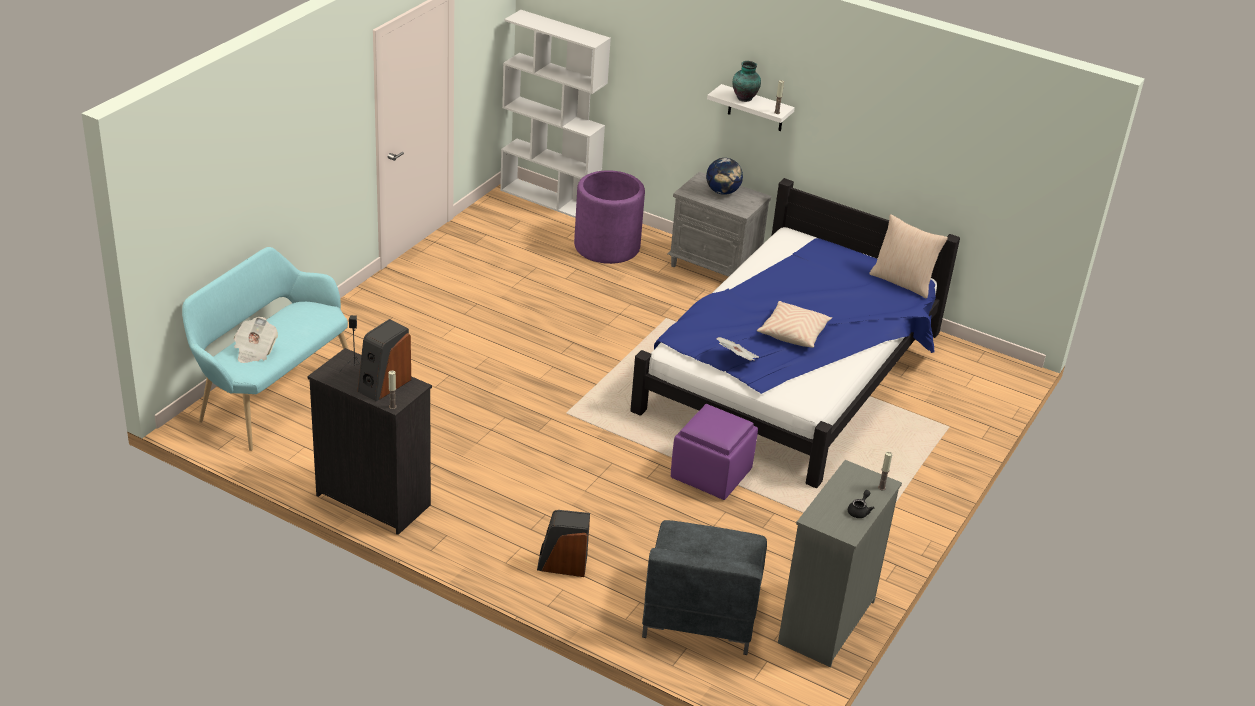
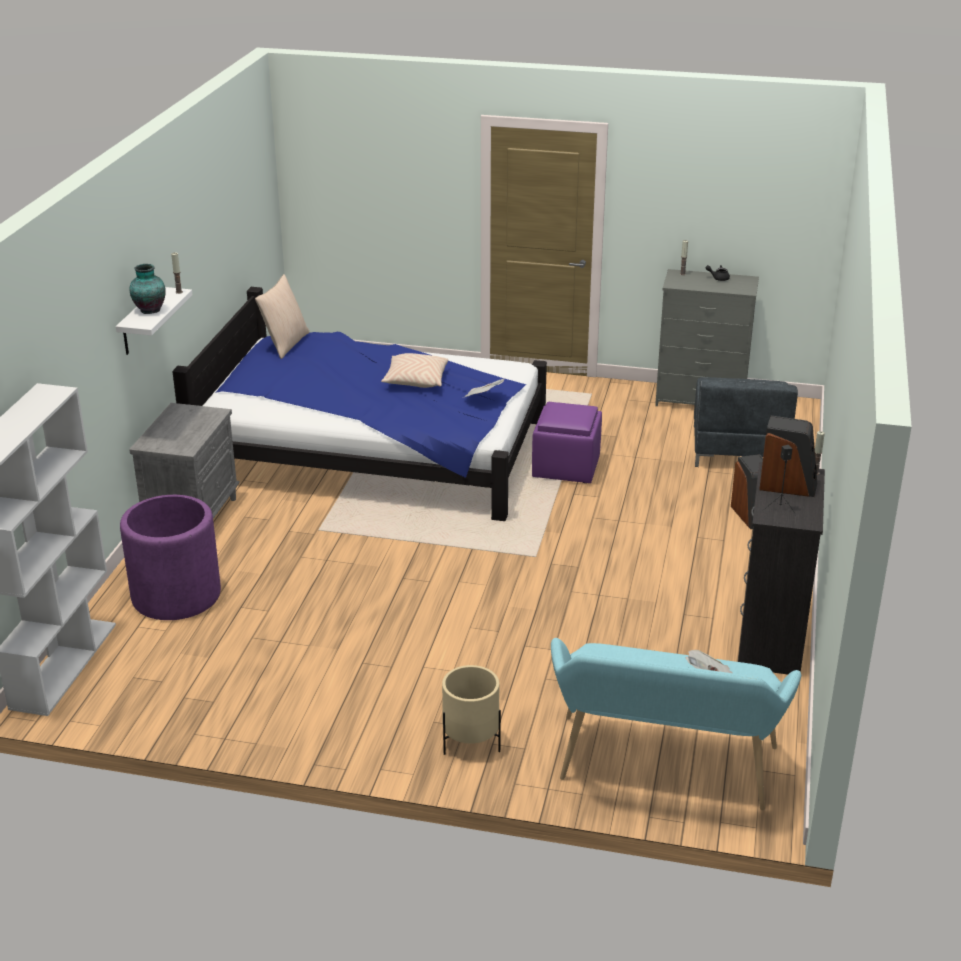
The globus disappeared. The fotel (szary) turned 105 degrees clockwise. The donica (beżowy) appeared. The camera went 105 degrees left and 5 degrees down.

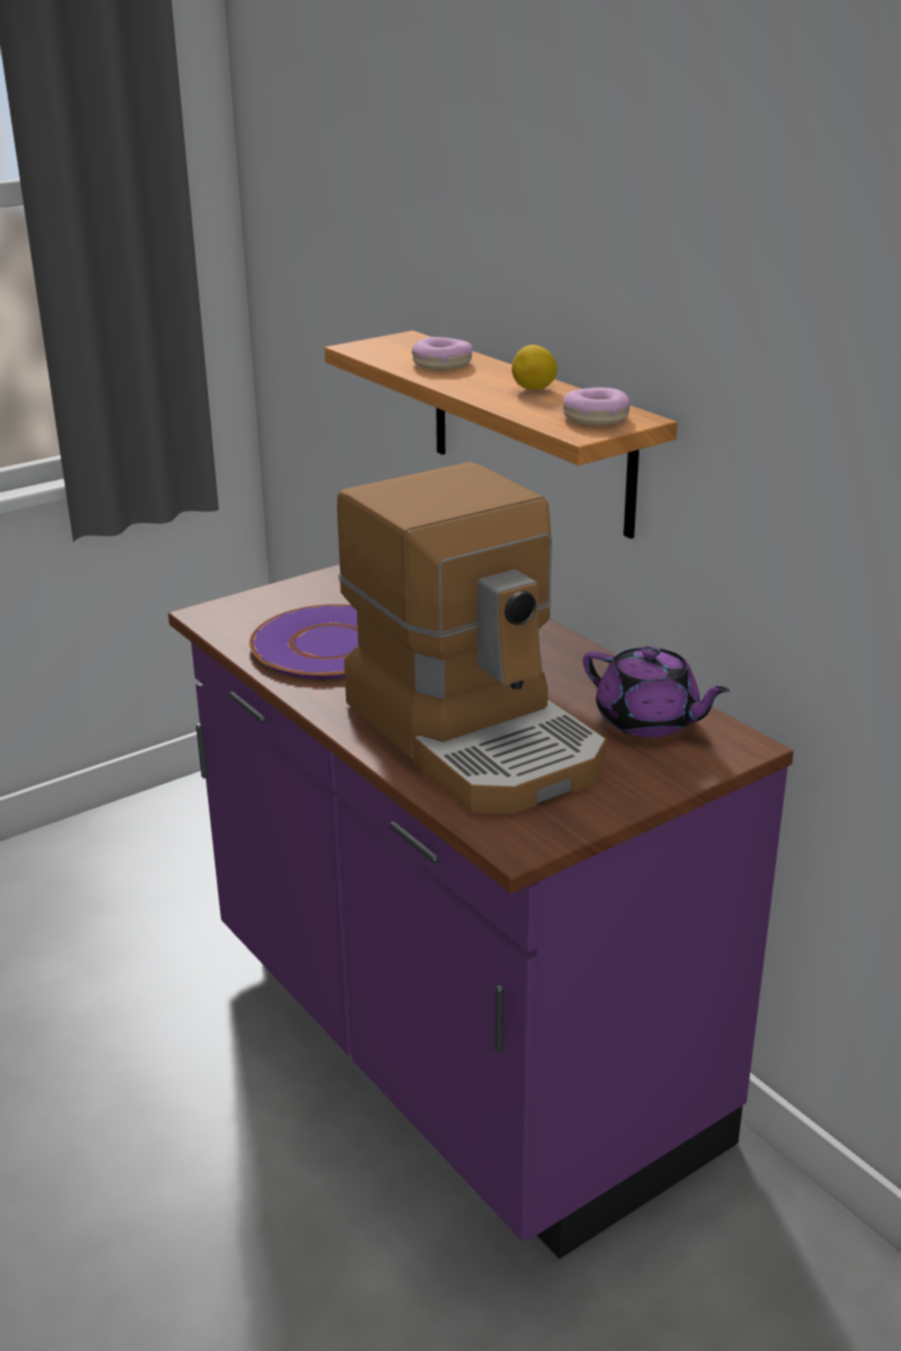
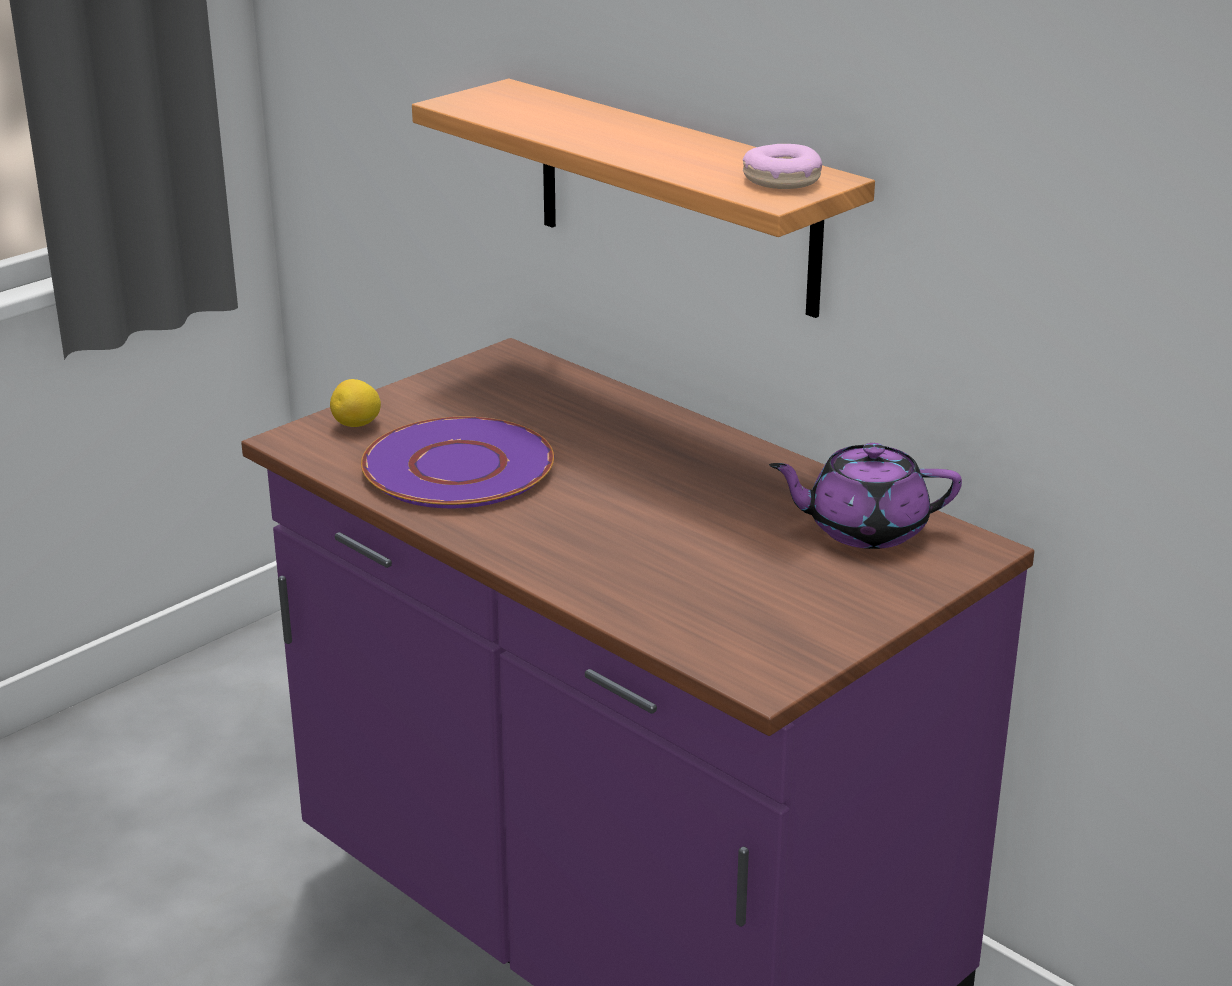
The donut (no. 1 from left) disappeared. The cytryna moved. The ekspres do kawy disappeared. The imbryk (fioletowy) turned 150 degrees clockwise. The camera went 10 degrees left and 0 degrees up.

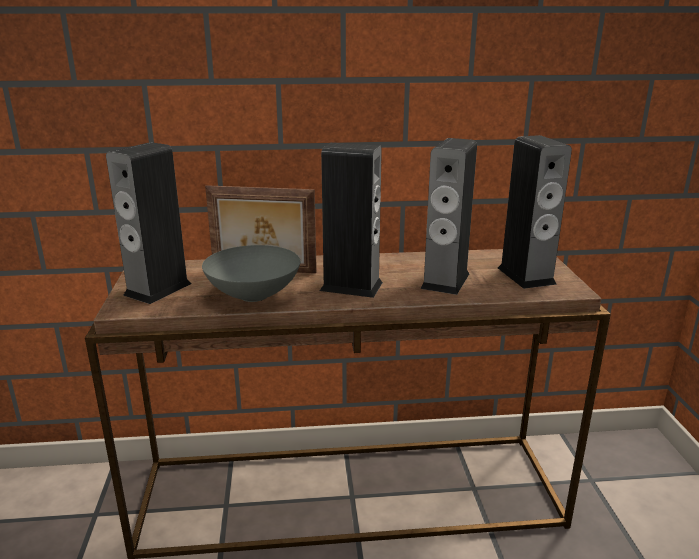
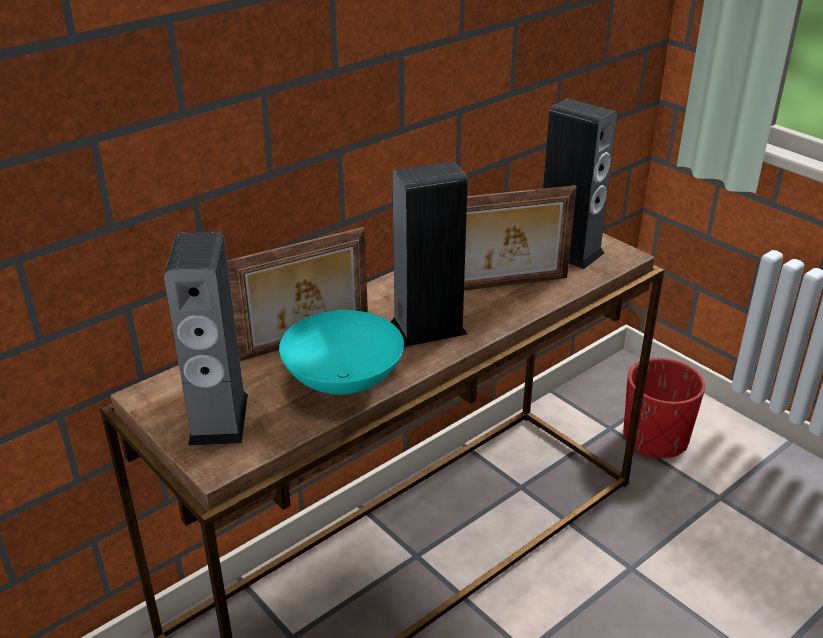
The głośnik (no. 3 from left) was replaced by the ramka na zdjęcie (no. 2 from left). The miska (szary) became the miska (turkusowy). The donica (czerwony) appeared. The camera went 35 degrees left and 10 degrees up.

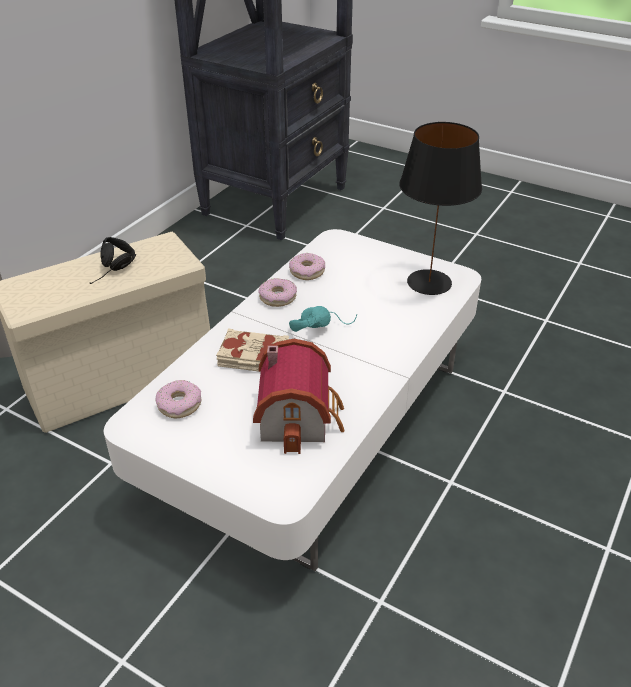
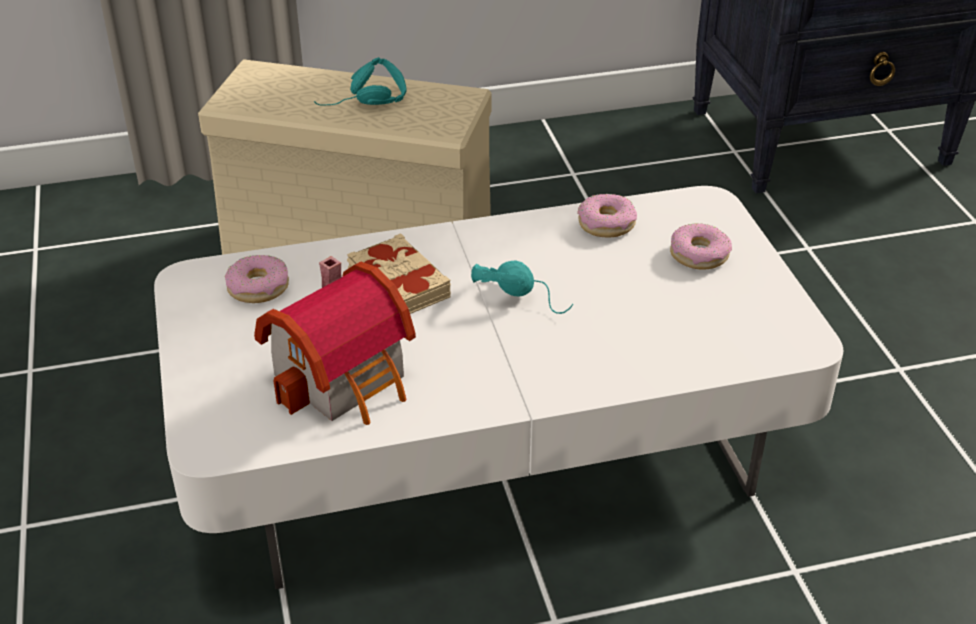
The lampa stołowa (czarny) disappeared. The słuchawki (czarny) became the słuchawki (turkusowy) (no. 1 from left). The donut (no. 2 from left in the first image) moved. The camera went 45 degrees right and 0 degrees up.

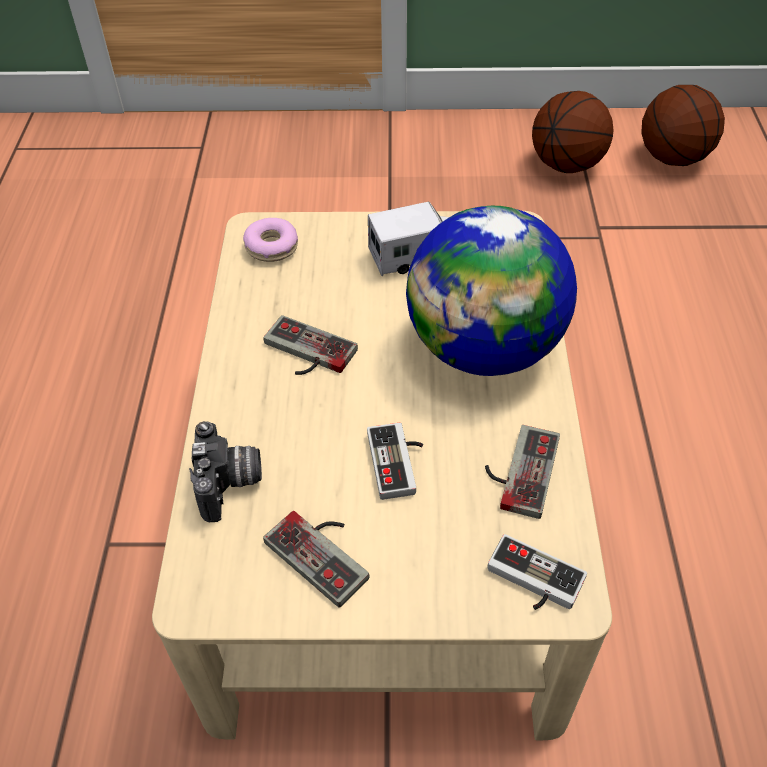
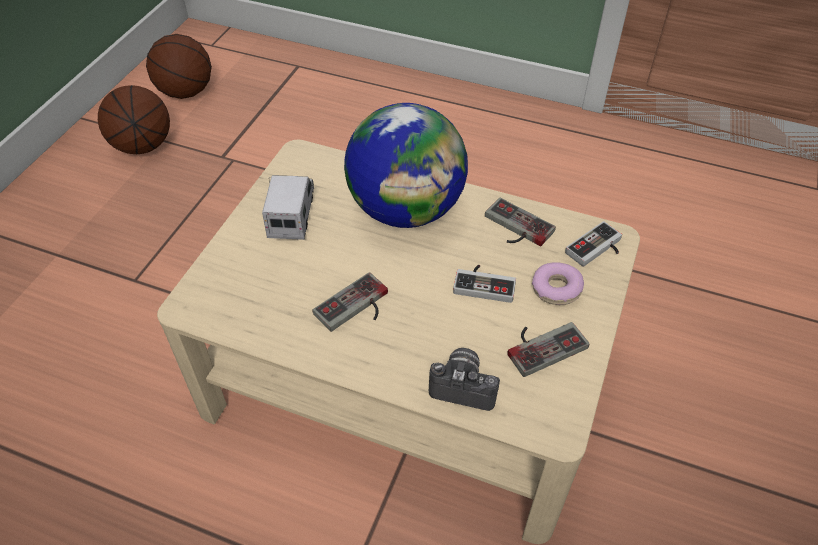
The donut moved. The camera went 70 degrees left and 0 degrees up.

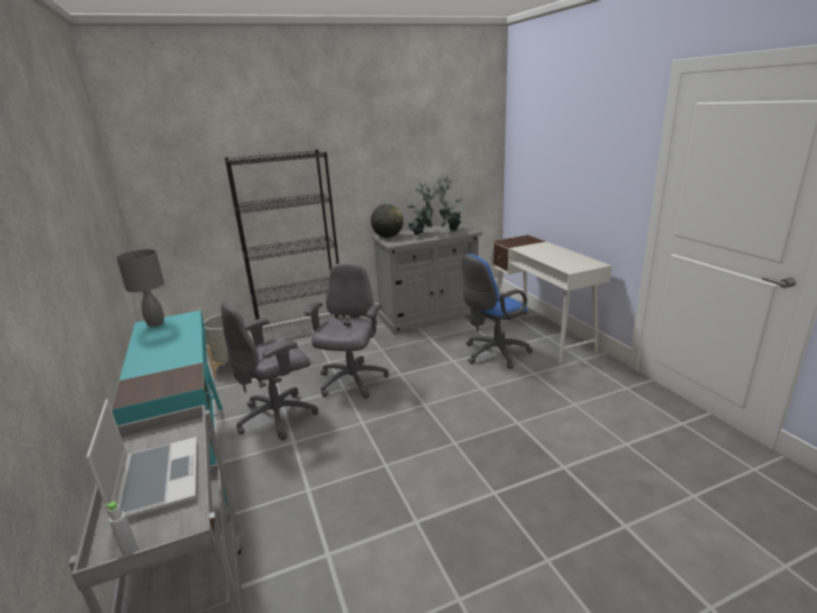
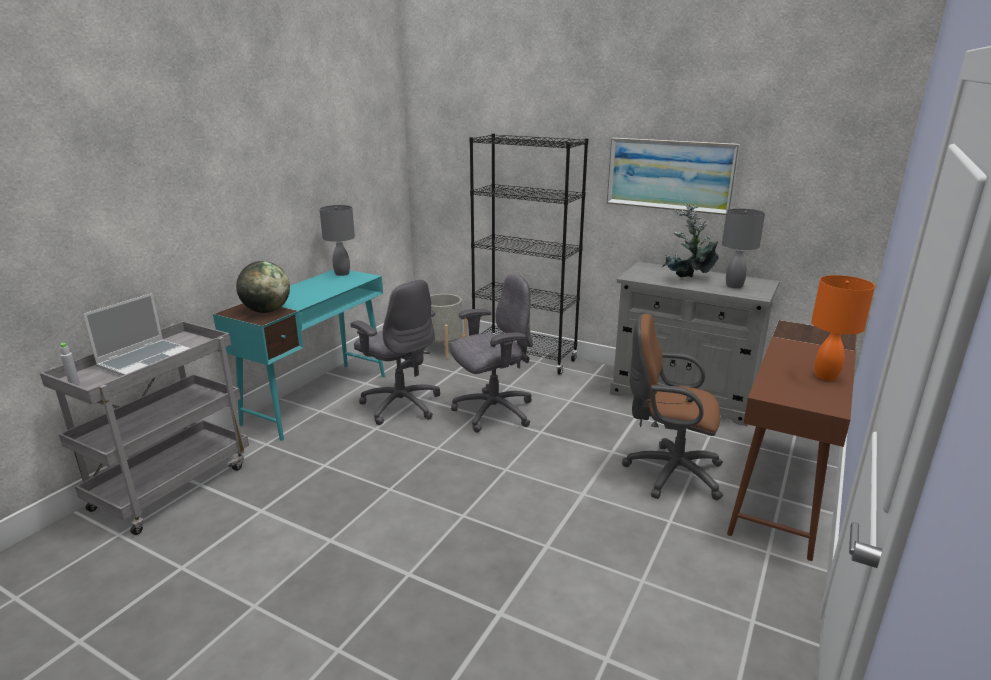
The roślina doniczkowa (no. 2 from left) was replaced by the lampa stołowa (szary) (no. 2 from left). The globus moved. The biurko (biały) became the biurko (brązowy). The krzesło biurowe (niebieski) became the krzesło biurowe (brązowy). The krzesło biurowe (szary) (no. 1 from left) turned 150 degrees counterclockwise. The obraz appeared. The lampa stołowa (pomarańczowy) appeared. The camera went 50 degrees right and 0 degrees up.

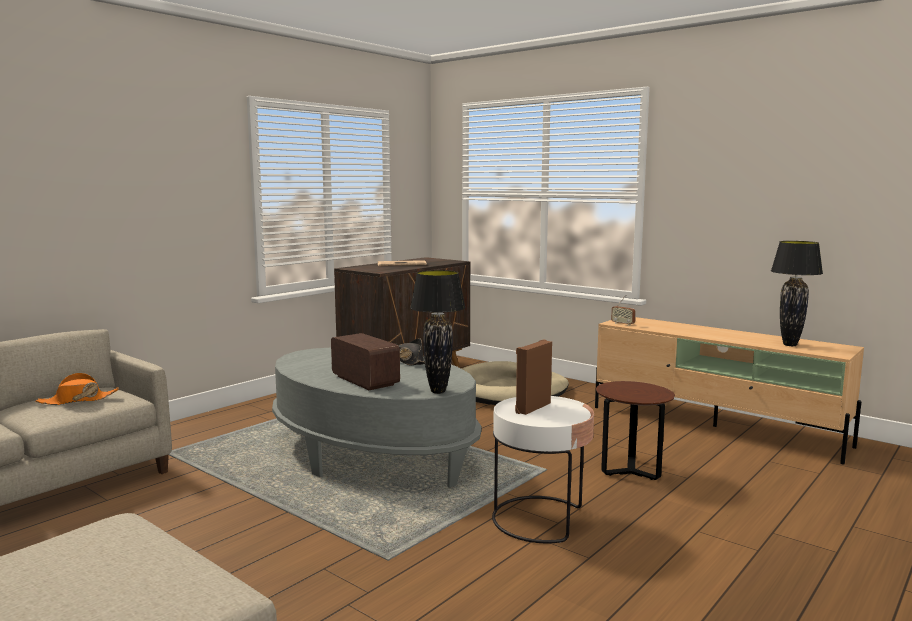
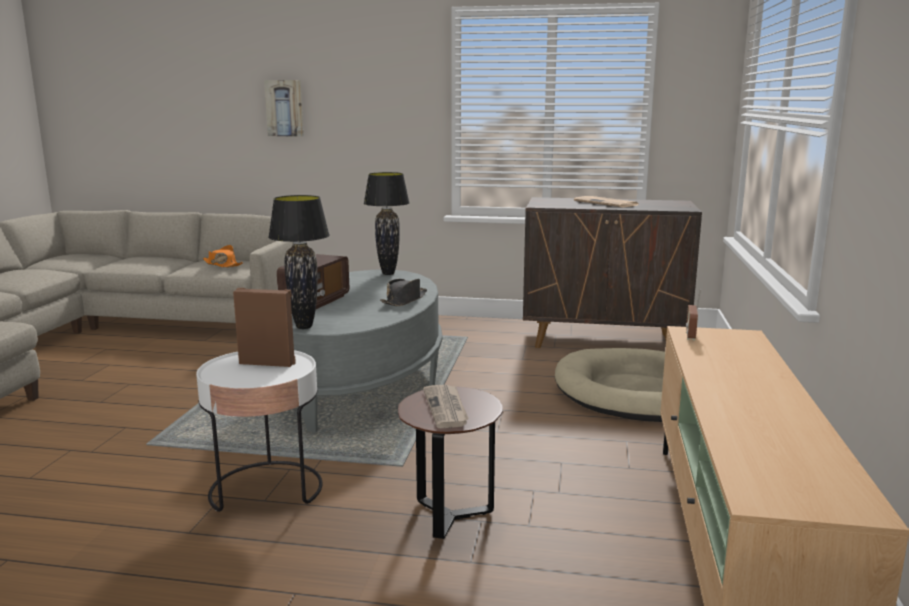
The lampa stołowa (czarny) (no. 2 from left) moved. The obraz appeared. The gazeta (no. 1 from left) appeared. The camera went 60 degrees right and 5 degrees up.

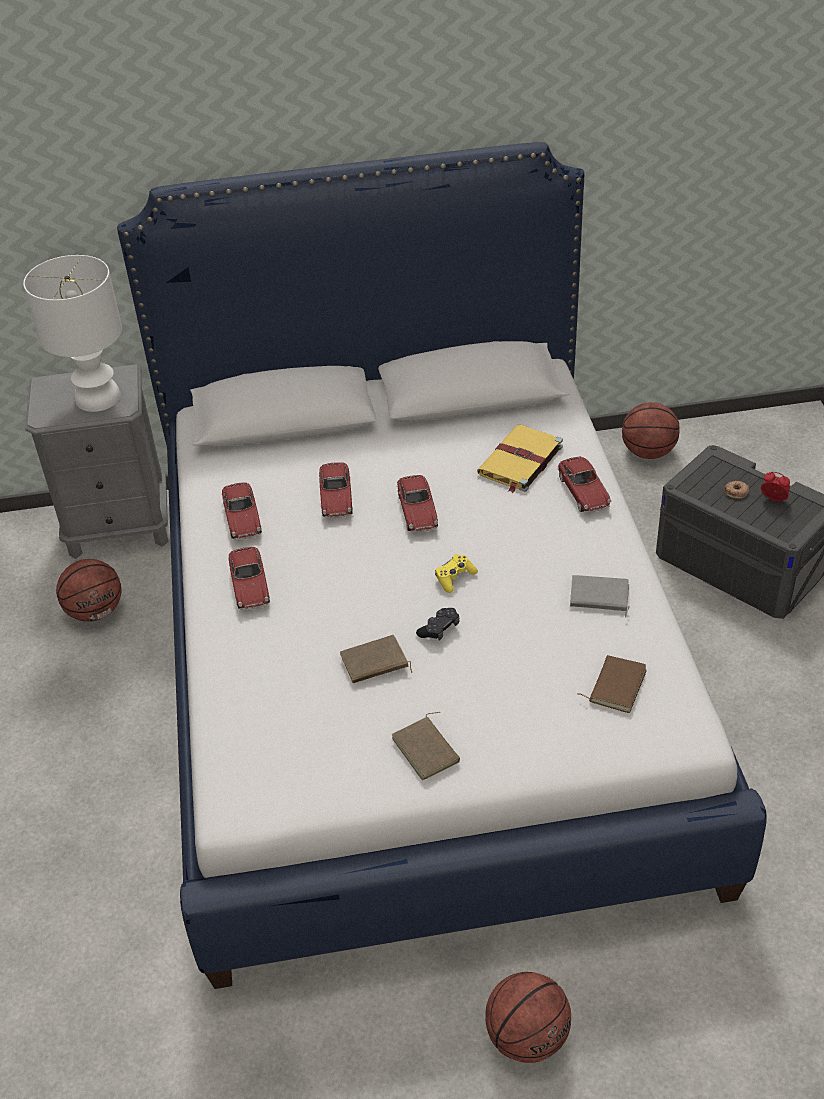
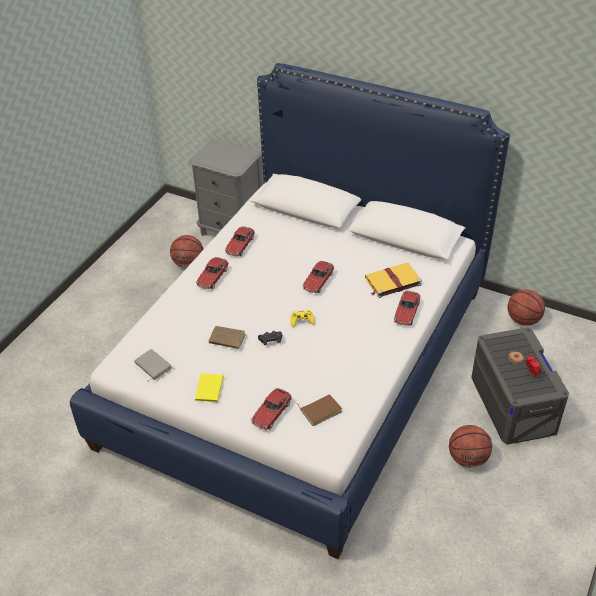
The lampa stołowa (biały) disappeared. The samochodzik (no. 3 from left) moved. The książka (szary) moved. The książka (brązowy) (no. 2 from left) became the książka (żółty) (no. 1 from left). The piłka do koszykówki (no. 2 from left) moved. The camera went 35 degrees right and 0 degrees up.

